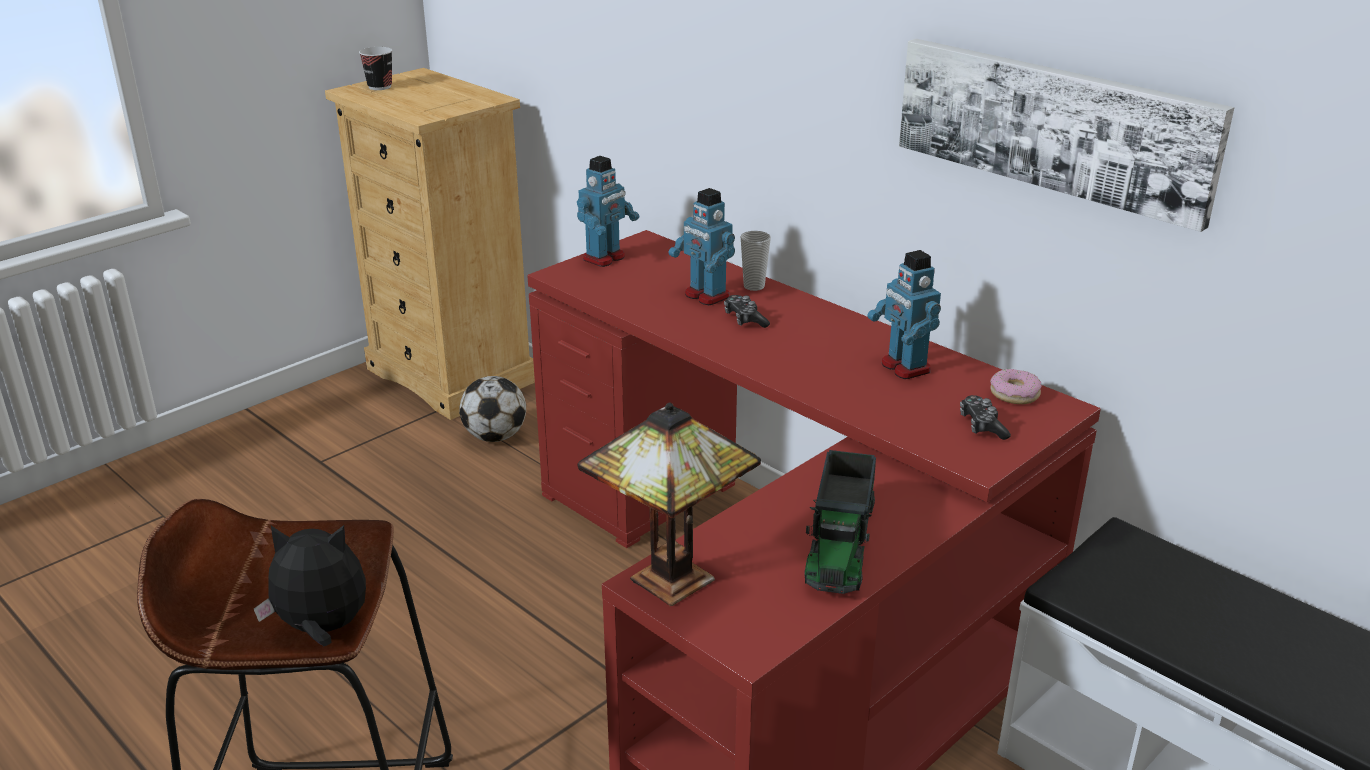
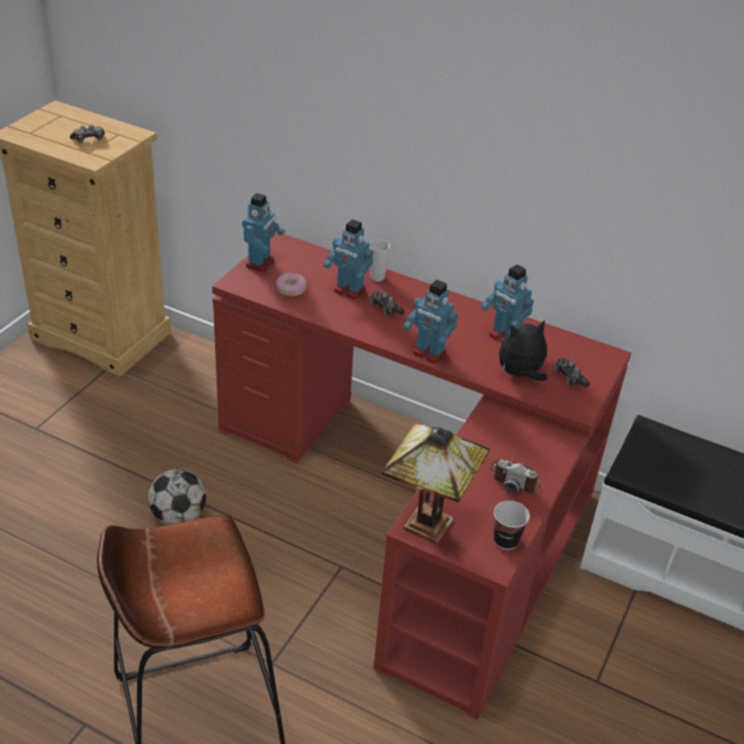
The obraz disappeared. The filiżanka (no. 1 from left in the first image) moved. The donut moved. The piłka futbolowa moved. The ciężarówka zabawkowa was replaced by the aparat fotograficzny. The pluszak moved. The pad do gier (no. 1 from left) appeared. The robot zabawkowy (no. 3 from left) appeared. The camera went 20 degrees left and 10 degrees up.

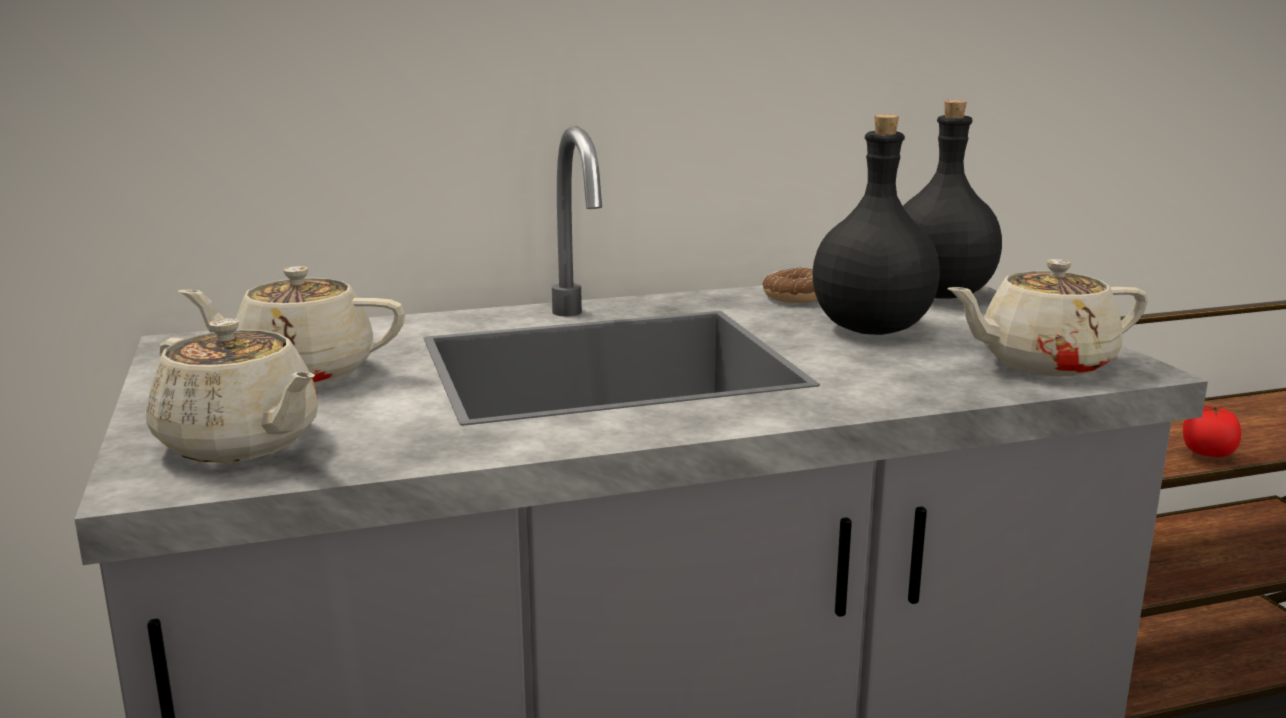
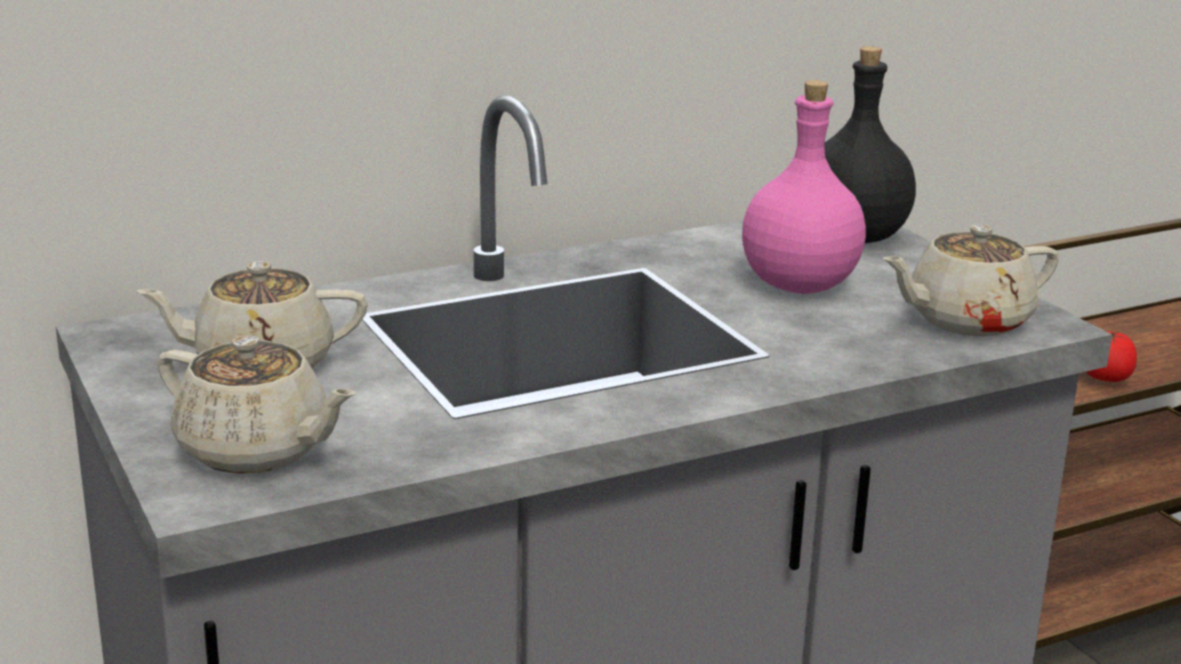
The butelka (czarny) (no. 1 from left) became the butelka (różowy). The donut disappeared. The camera went 10 degrees left and 5 degrees up.

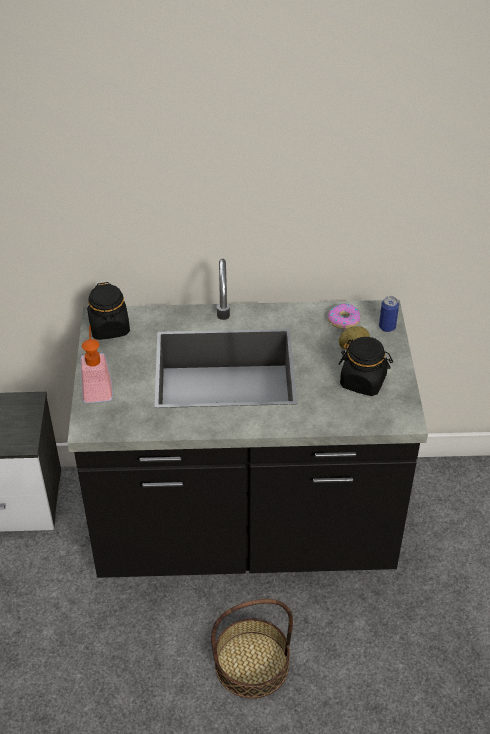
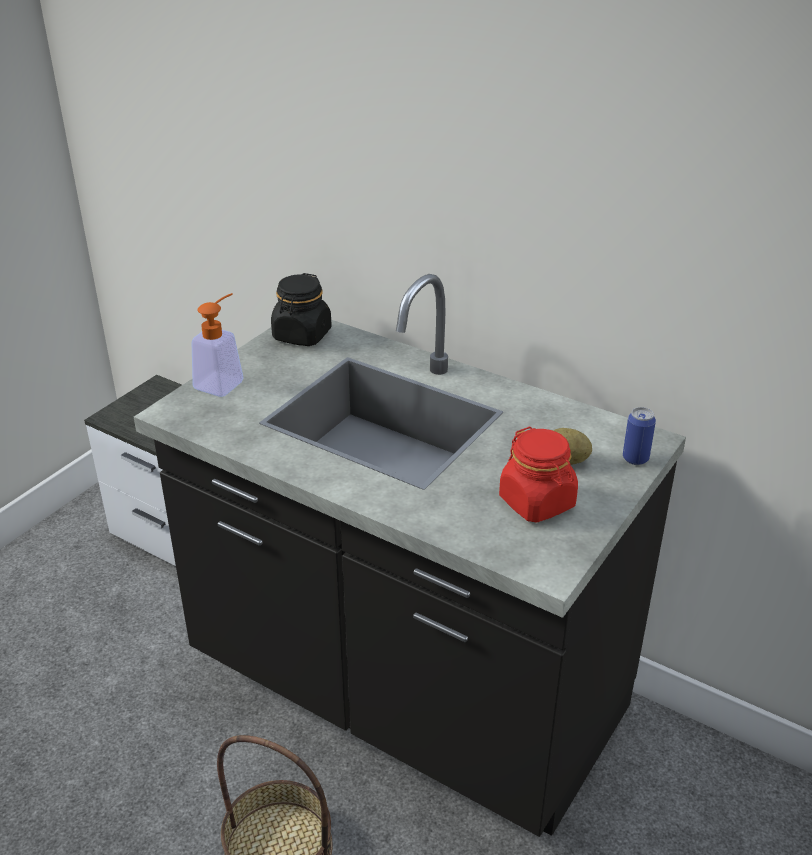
The donut disappeared. The słoik (czarny) (no. 2 from left) became the słoik (czerwony). The camera went 35 degrees right and 10 degrees down.

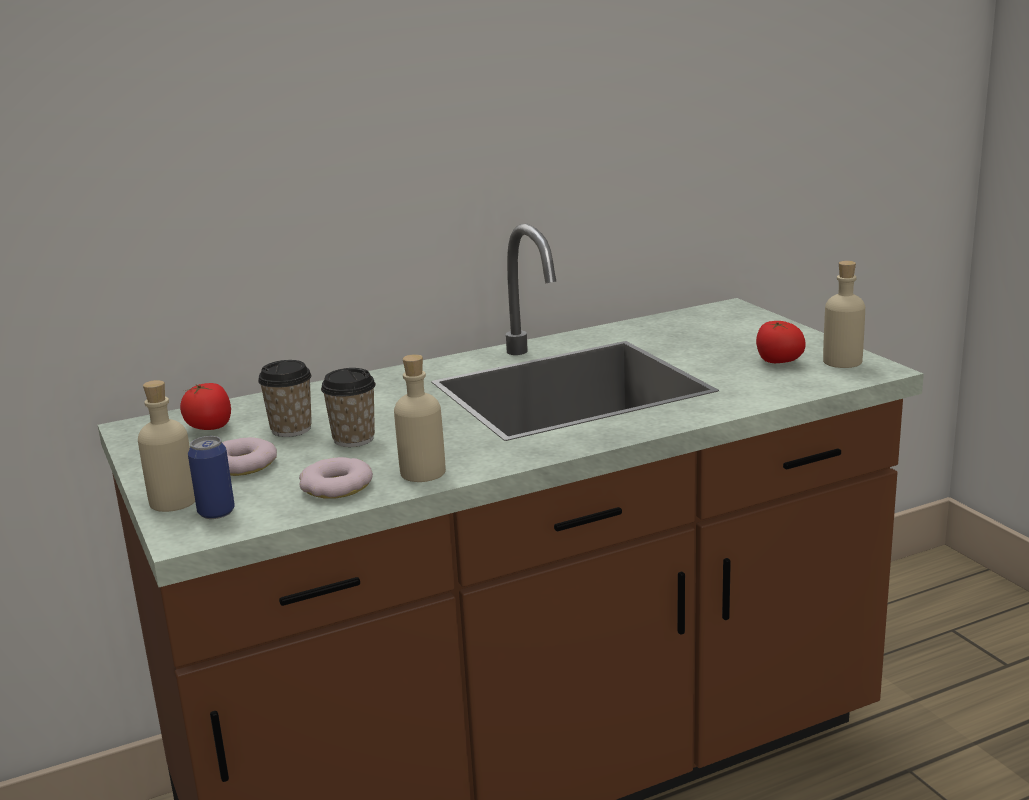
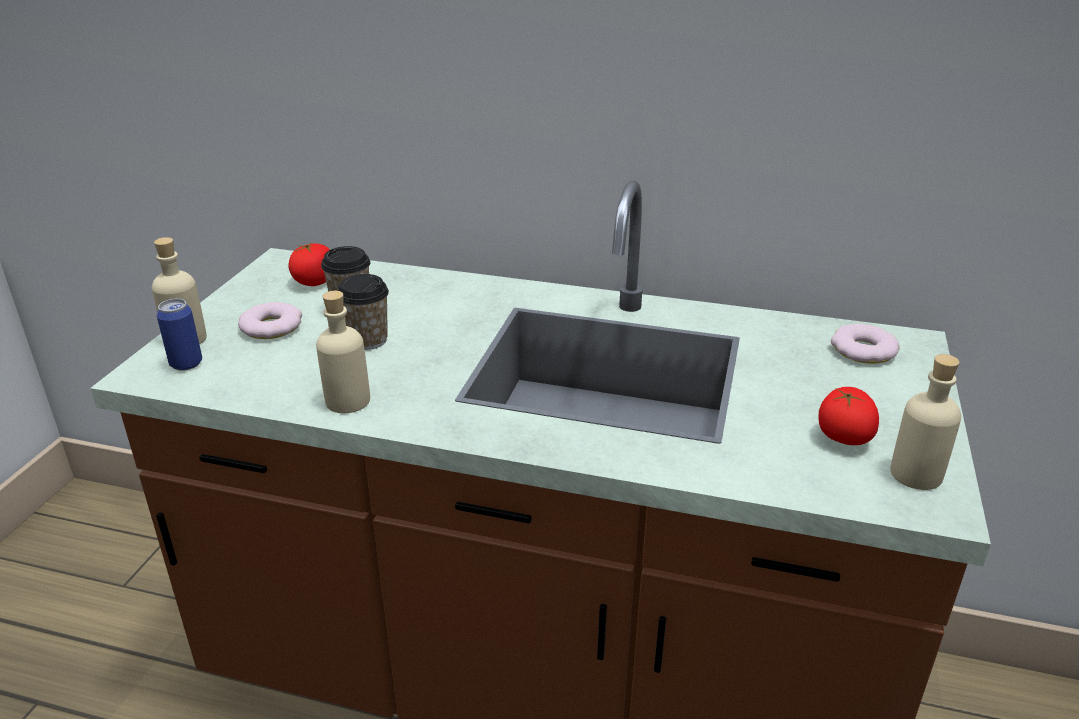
The donut (no. 2 from left) moved. The camera went 40 degrees right and 10 degrees up.

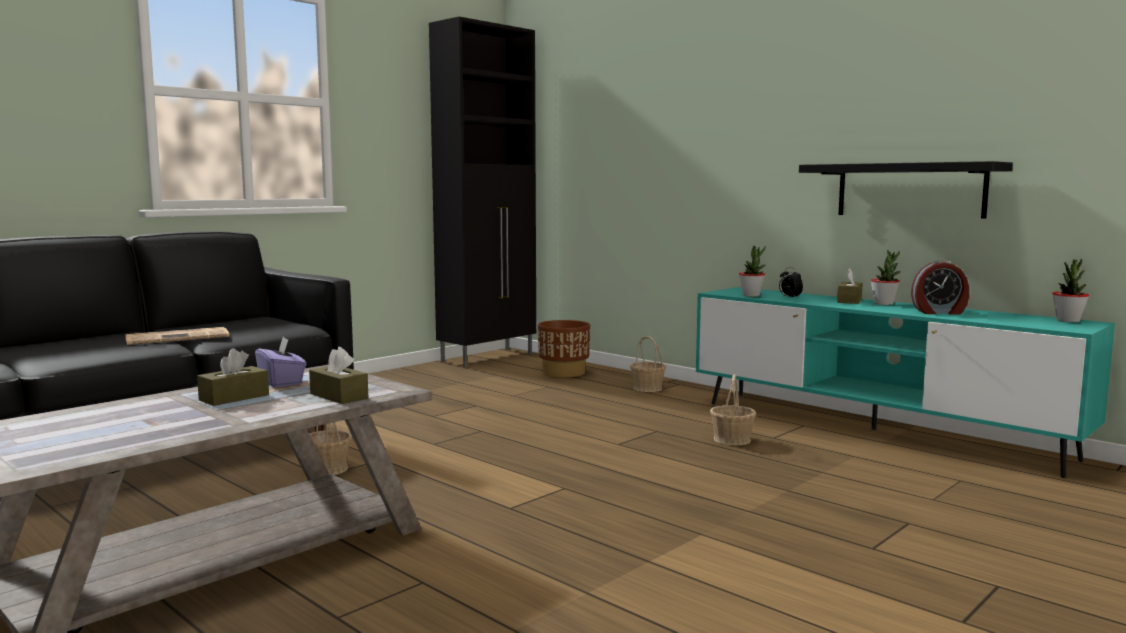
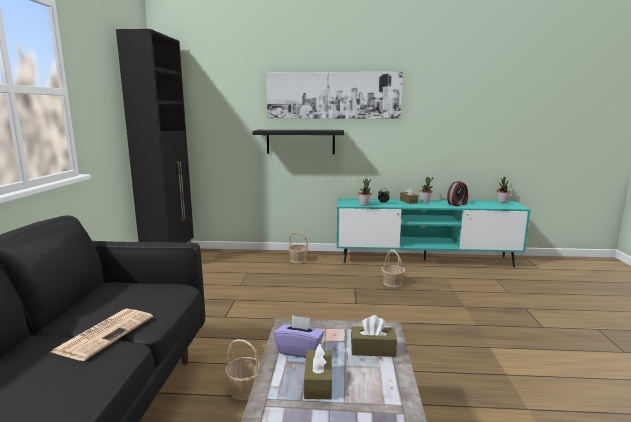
The półka (czarny) moved. The donica (brązowy) disappeared. The obraz appeared. The camera went 40 degrees left and 5 degrees up.

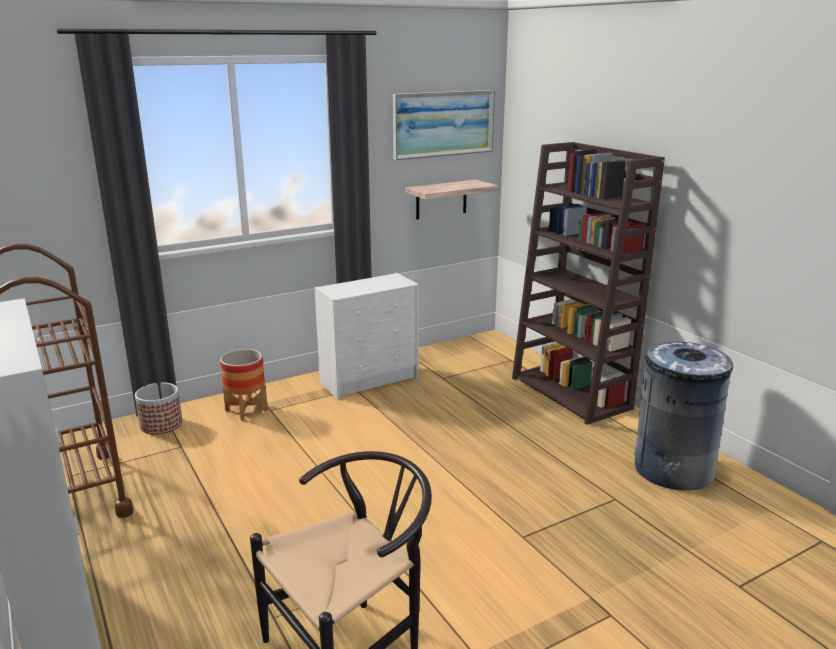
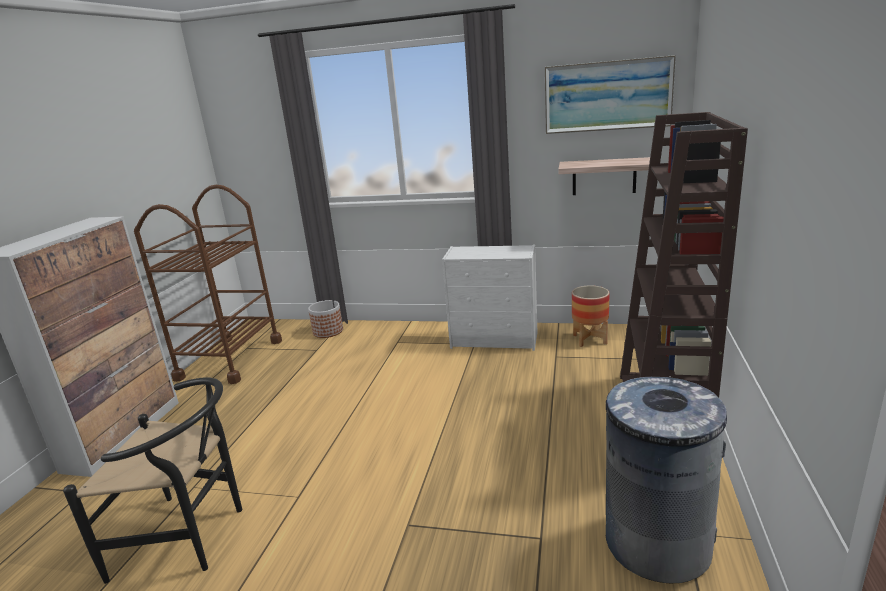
The donica (no. 2 from left) moved. The camera went 45 degrees right and 0 degrees up.

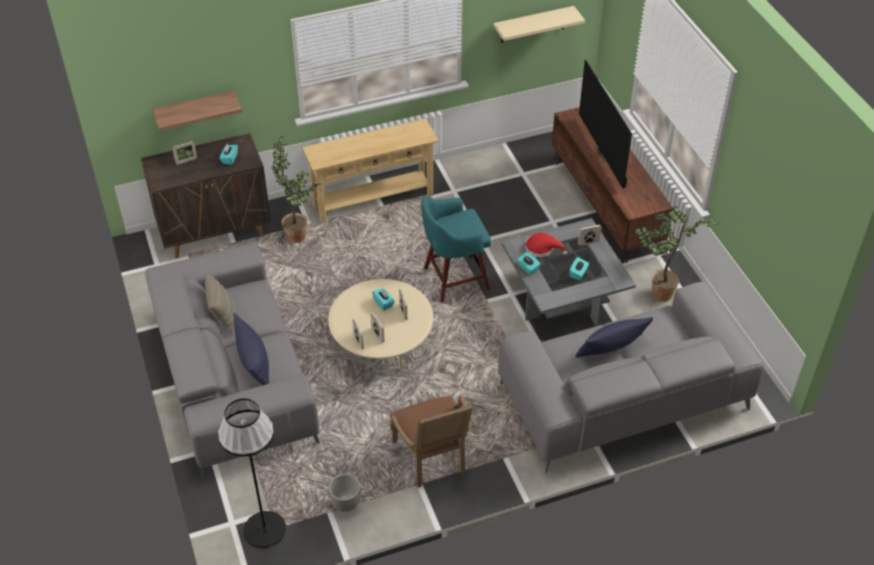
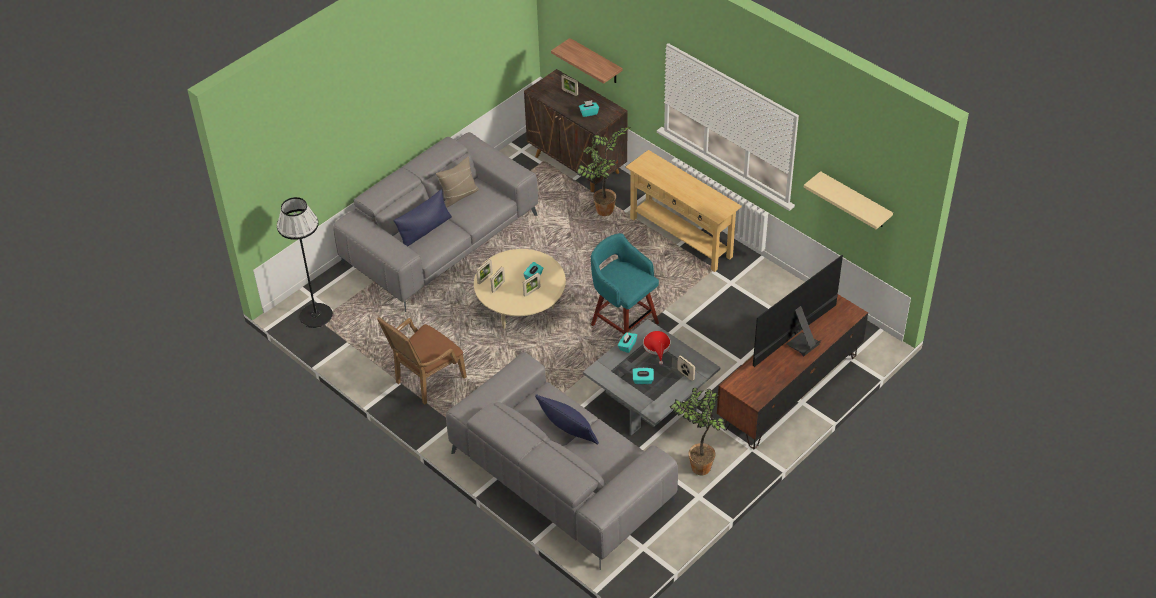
The donica disappeared. The camera went 65 degrees right and 0 degrees up.

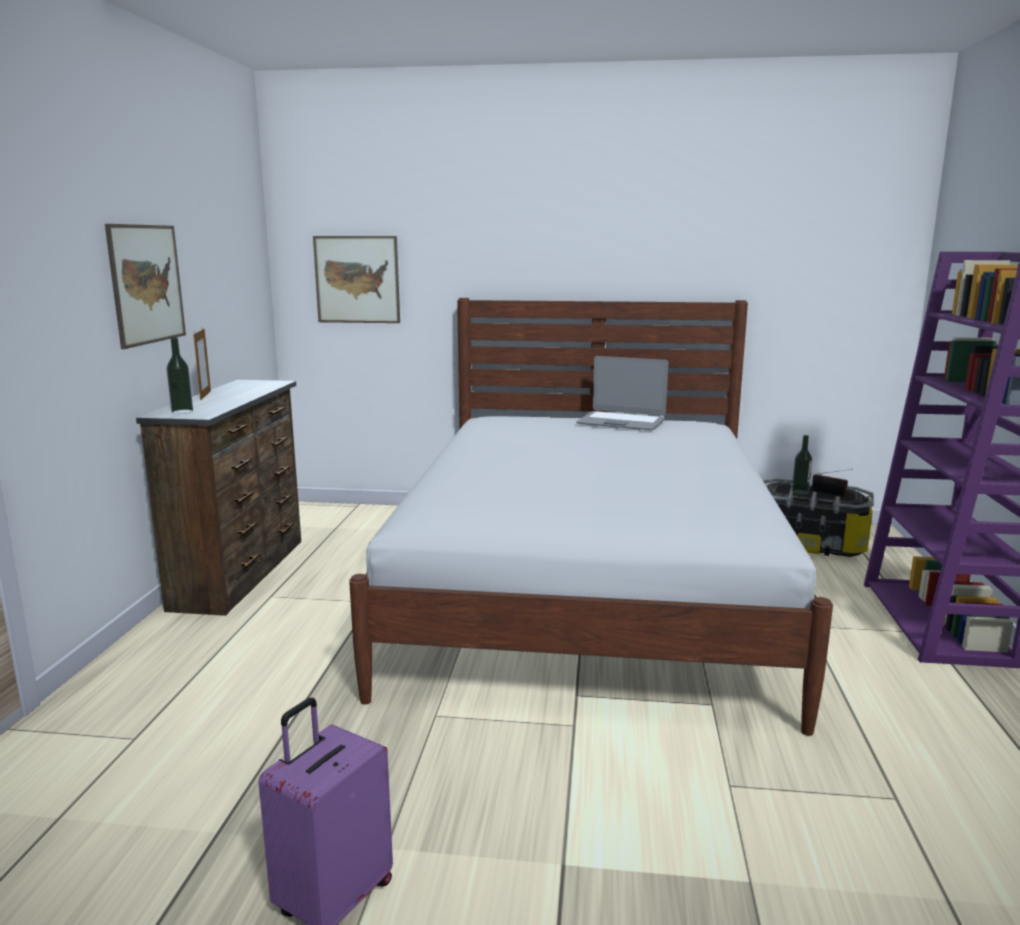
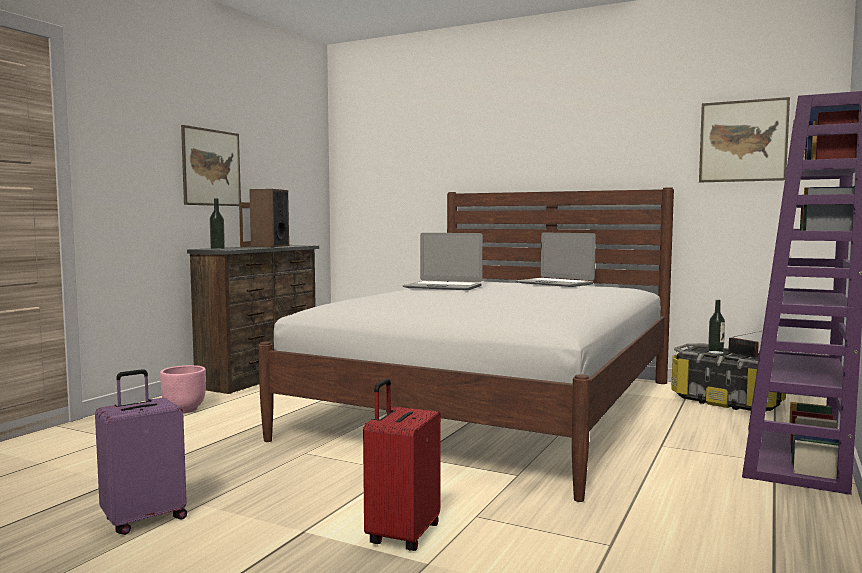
The obraz (no. 2 from left) moved. The głośnik appeared. The laptop (no. 1 from left) appeared. The donica (różowy) appeared. The walizka (czerwony) appeared. The camera went 20 degrees right and 10 degrees down.

